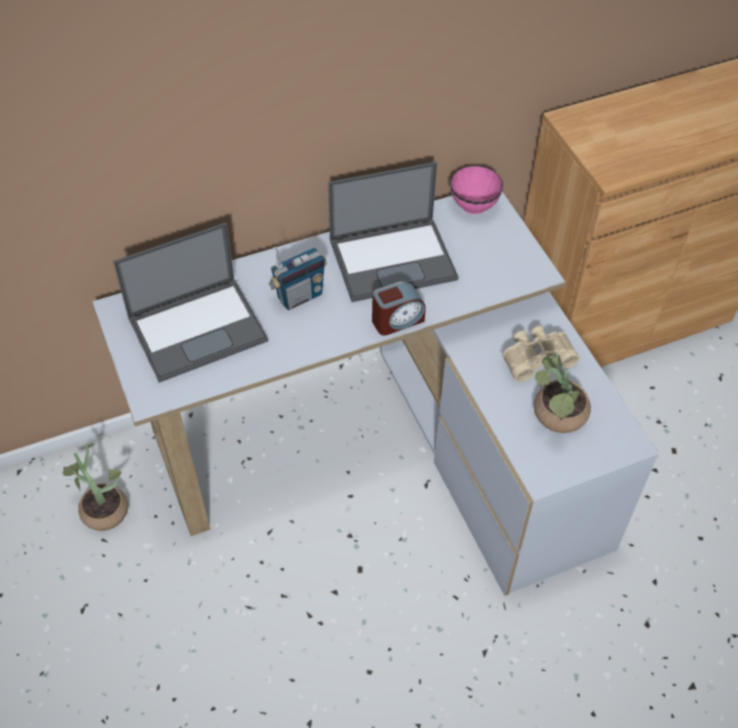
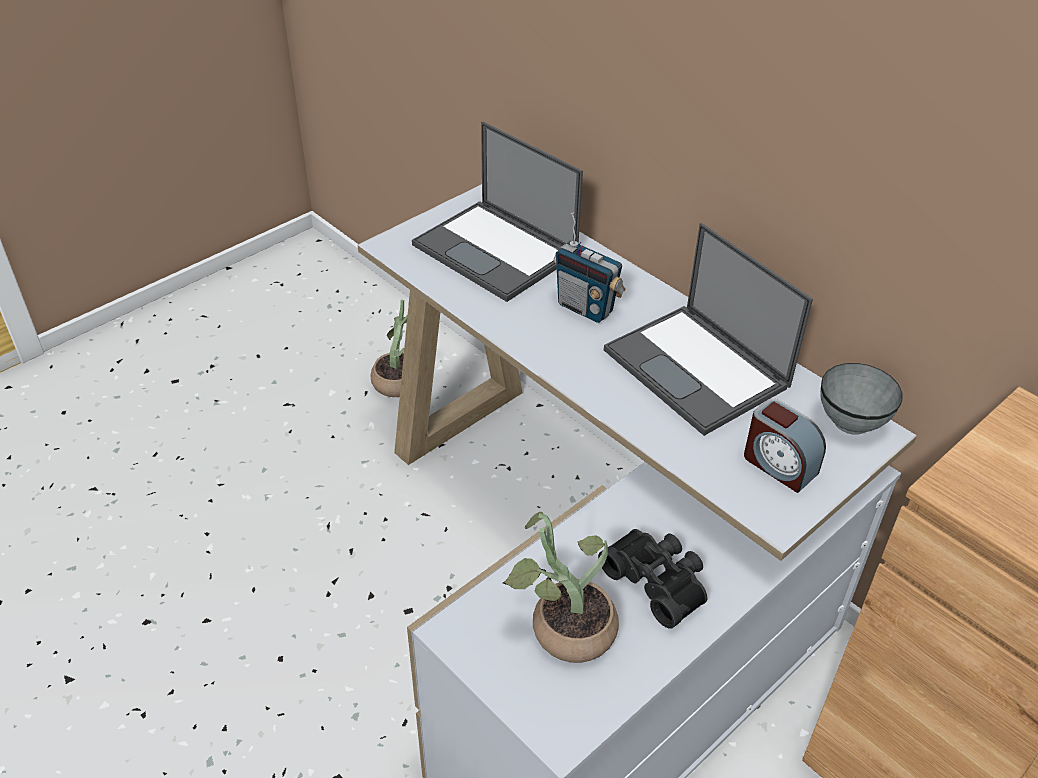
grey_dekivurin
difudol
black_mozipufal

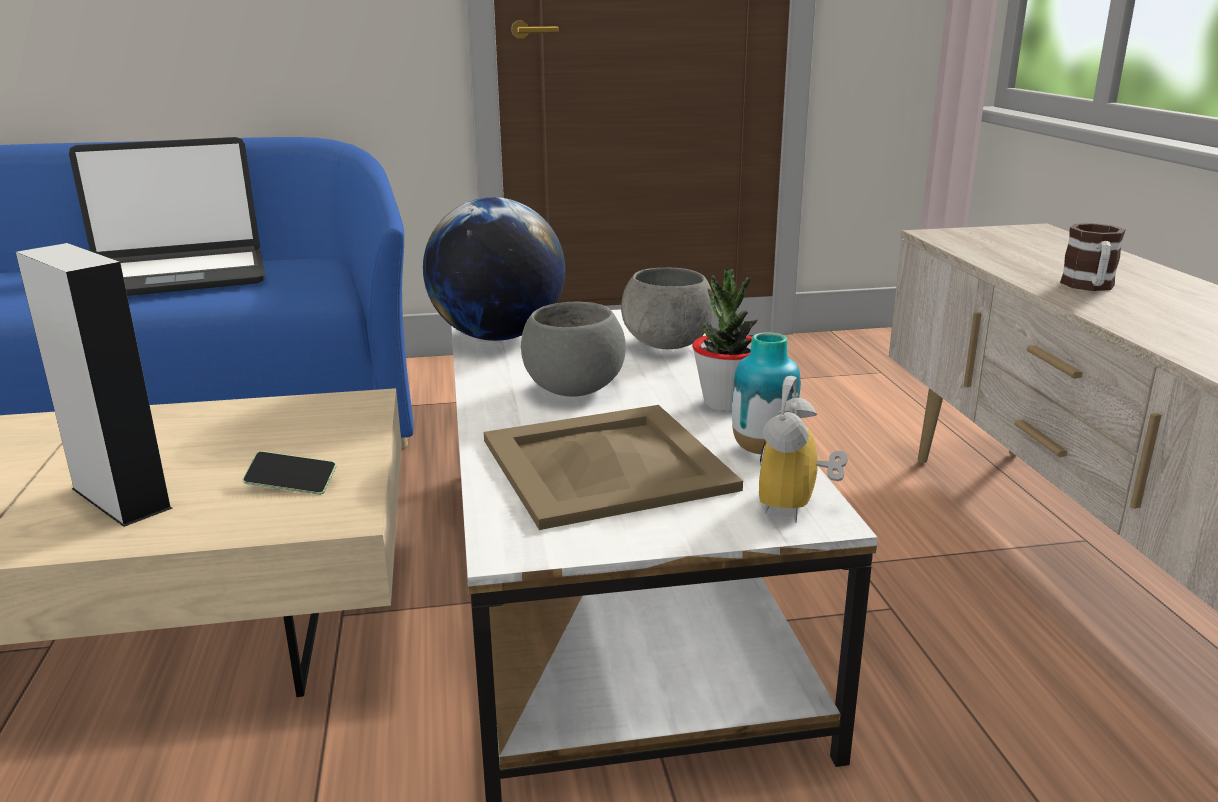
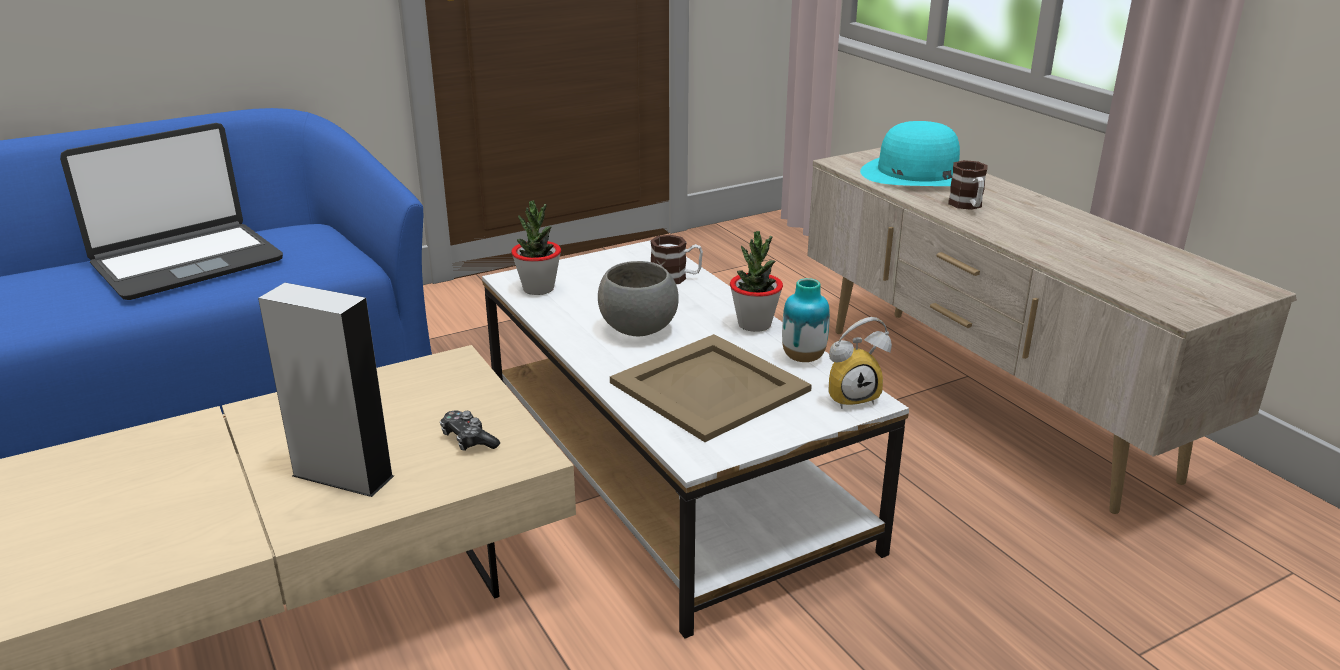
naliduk (1st from left)
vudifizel (1st from left)
difudol
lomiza
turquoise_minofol

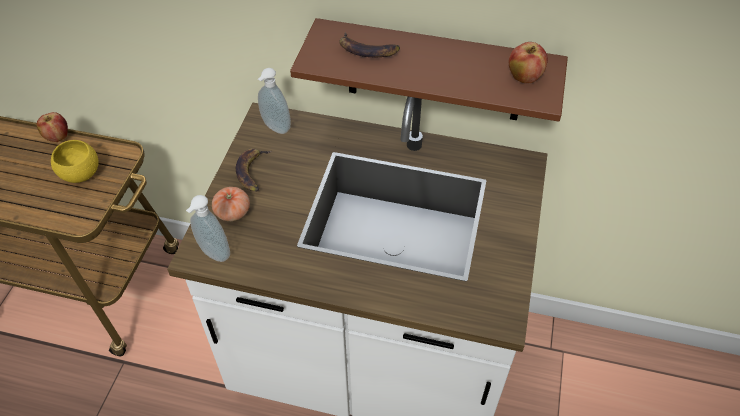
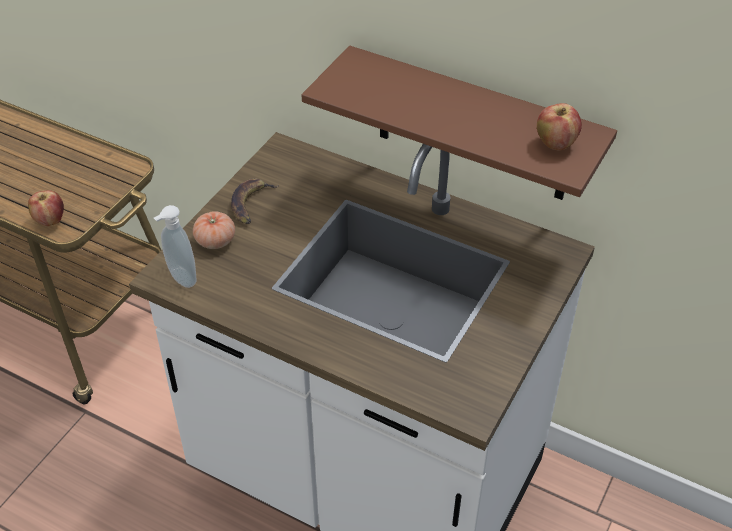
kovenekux (2nd from left in the first image)
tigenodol (2nd from left in the first image)
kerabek (1st from left)
yellow_dekivurin

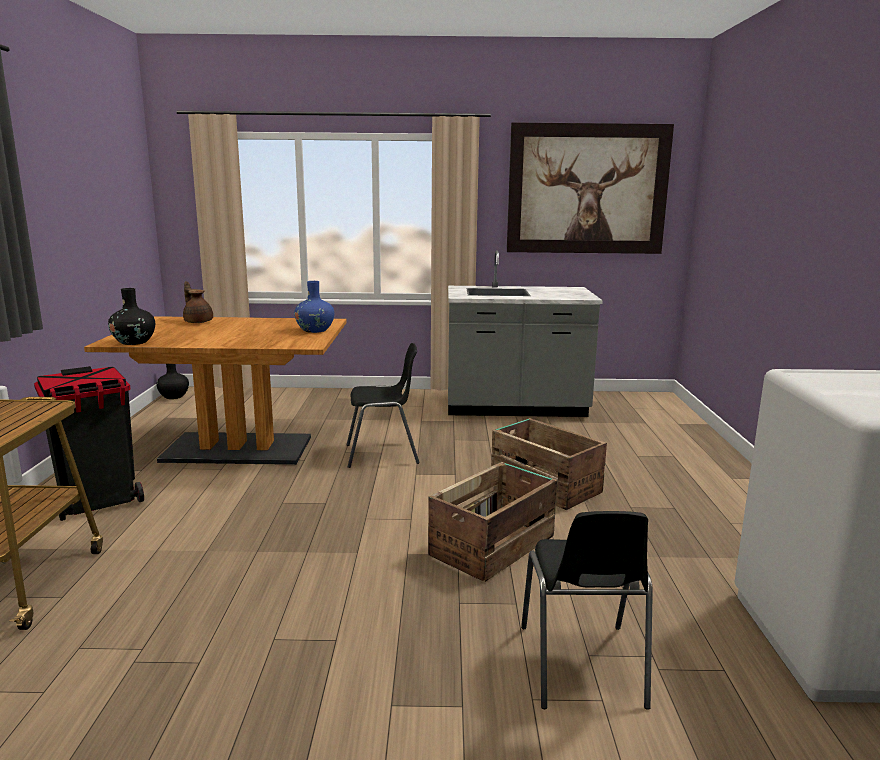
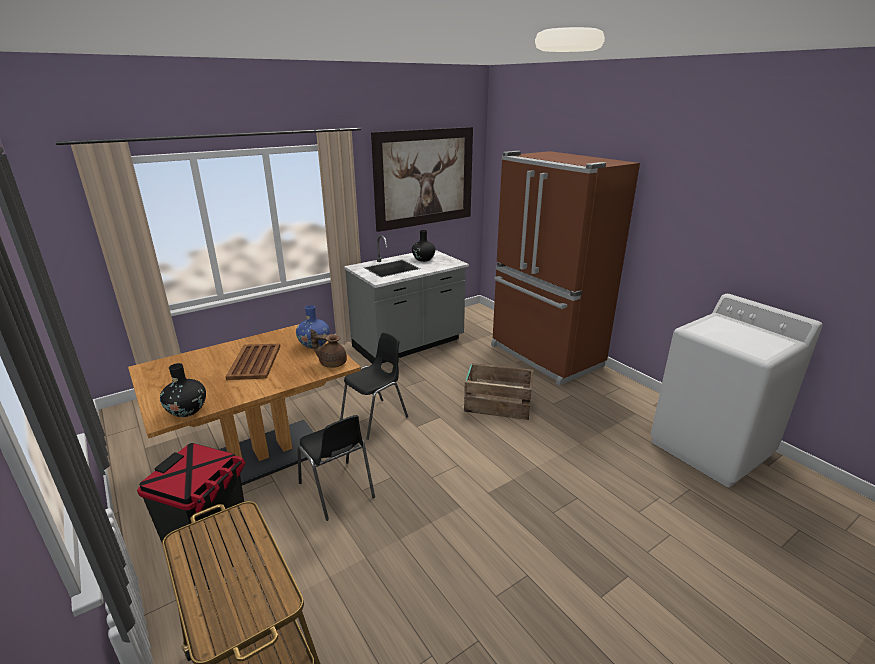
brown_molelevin
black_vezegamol (2nd from left)
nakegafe (1st from left in the first image)
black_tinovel (1st from left)
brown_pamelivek
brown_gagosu

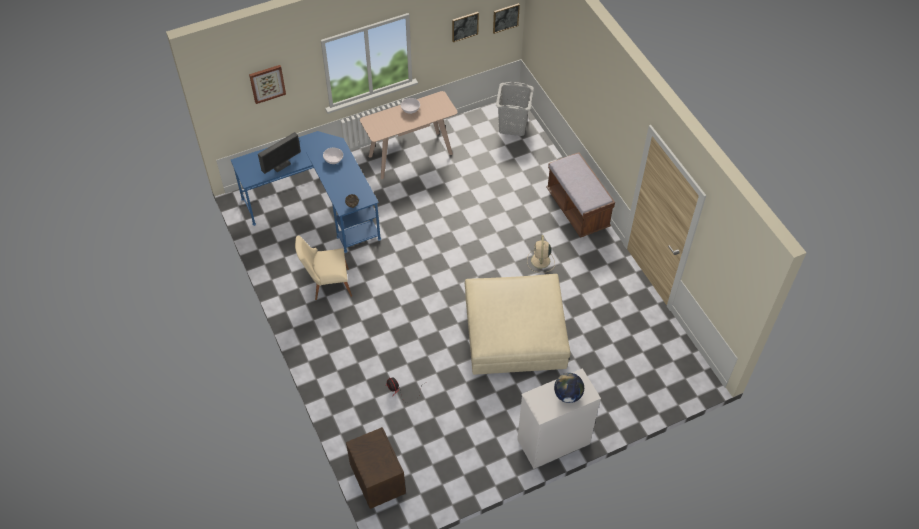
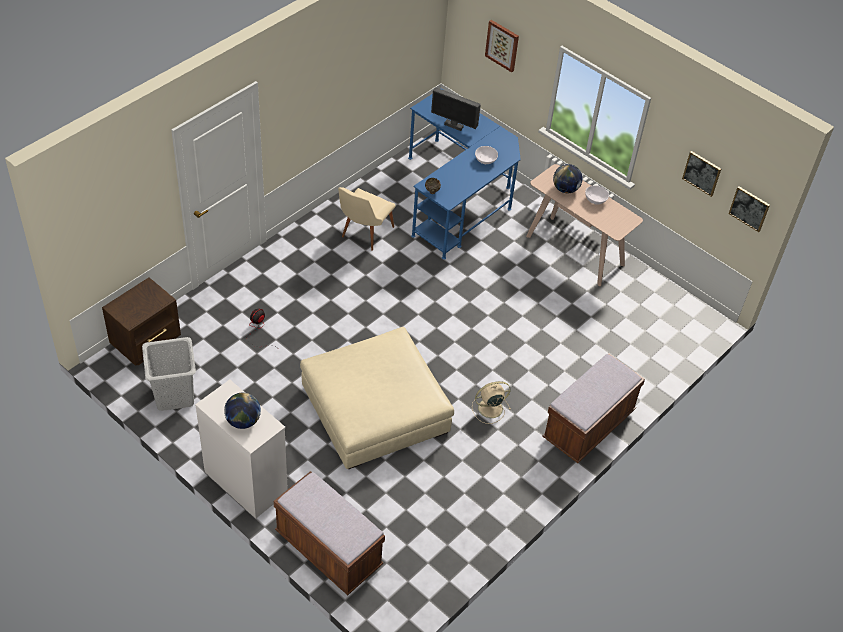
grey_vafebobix
beige_tinovel
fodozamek (2nd from left)
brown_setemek (1st from left)

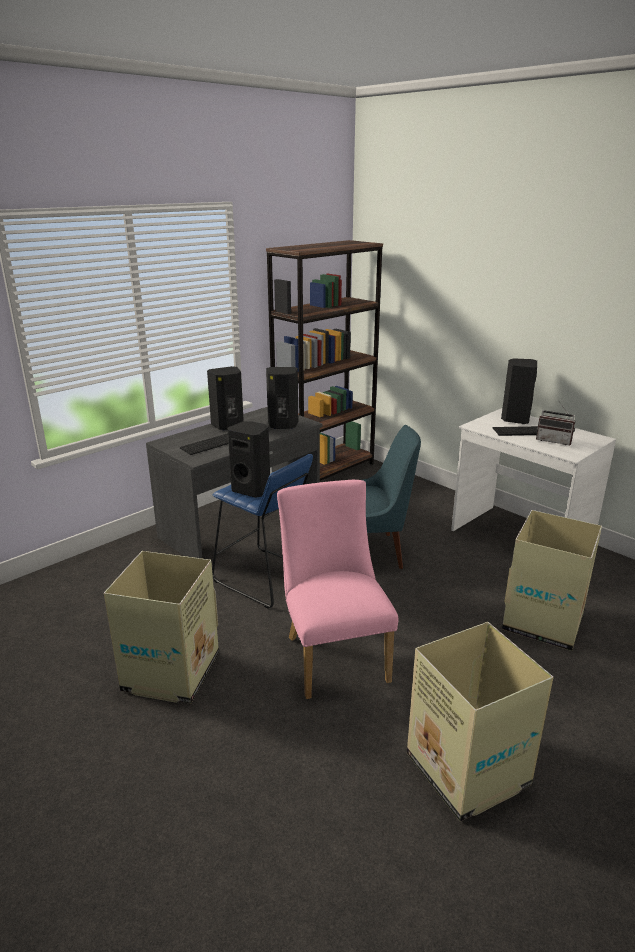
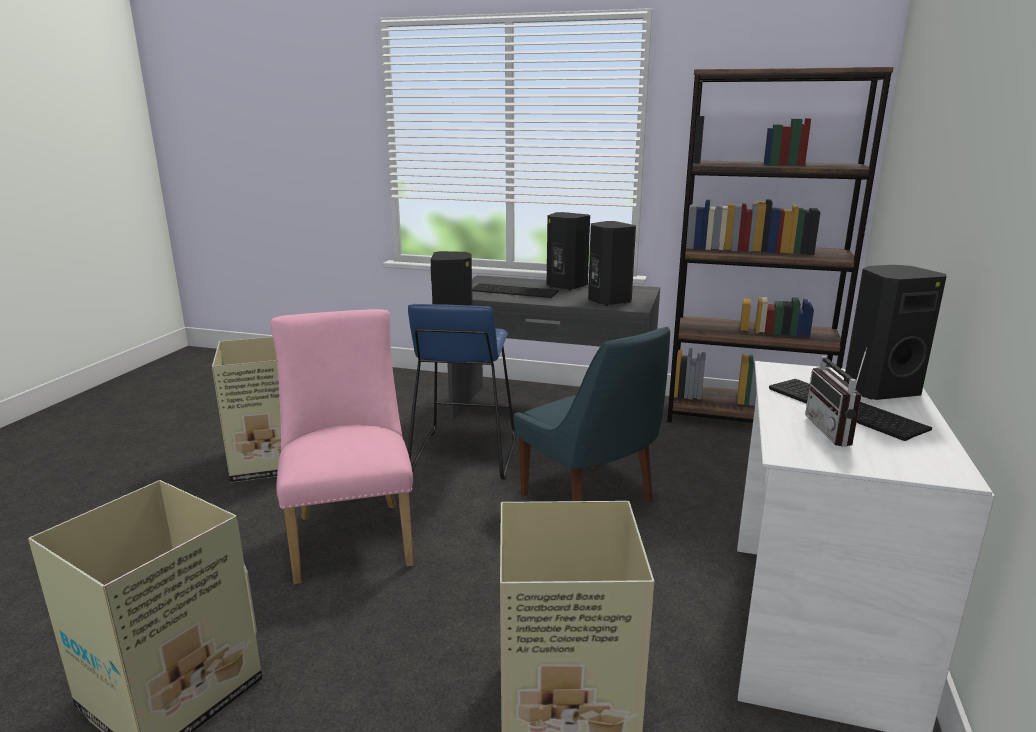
pink_tinovel

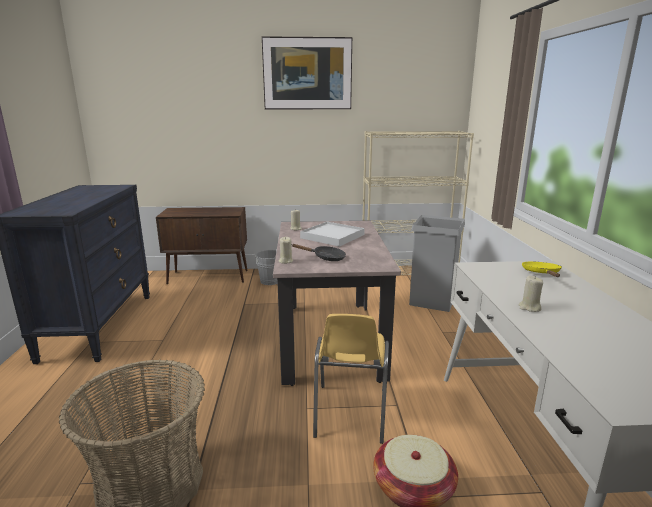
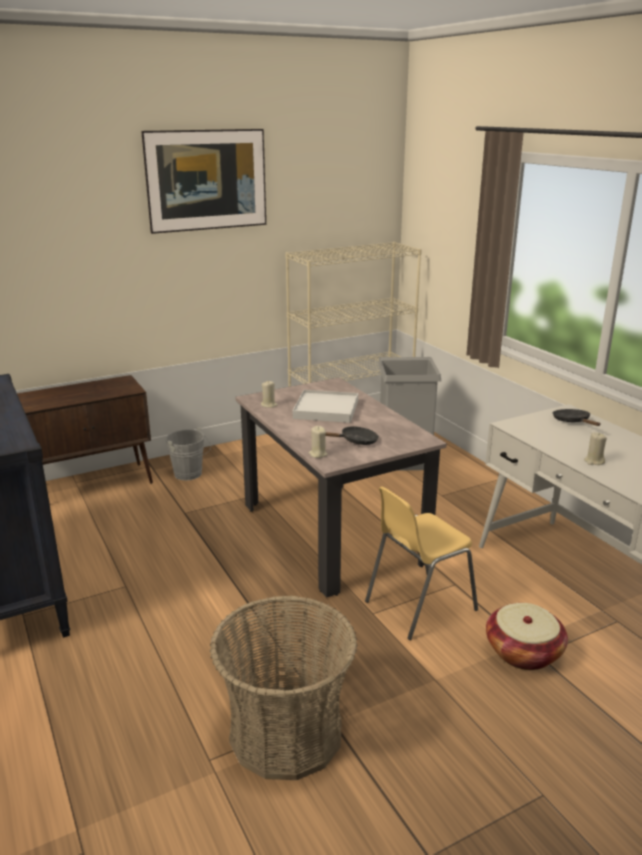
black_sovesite (2nd from left)
yellow_tinovel

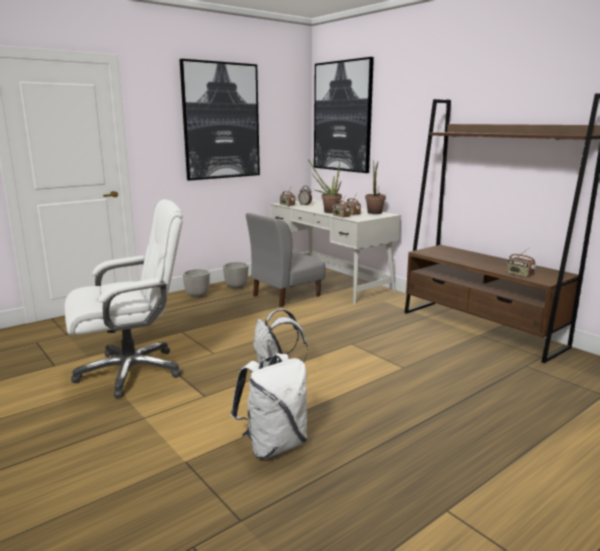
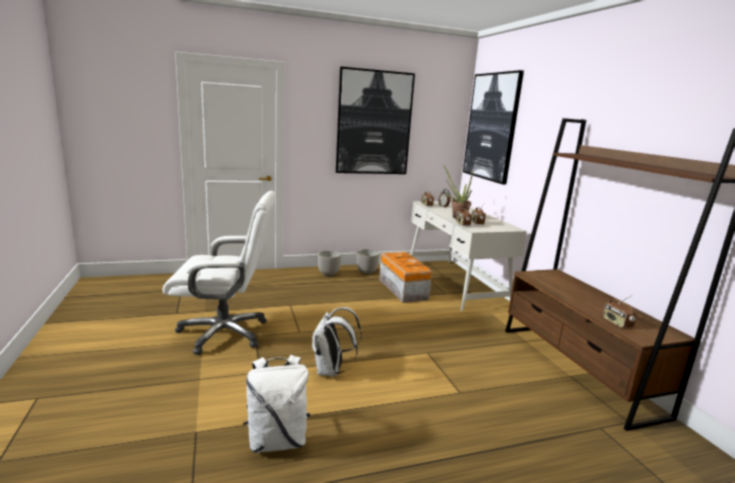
naliduk (2nd from left in the first image)
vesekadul

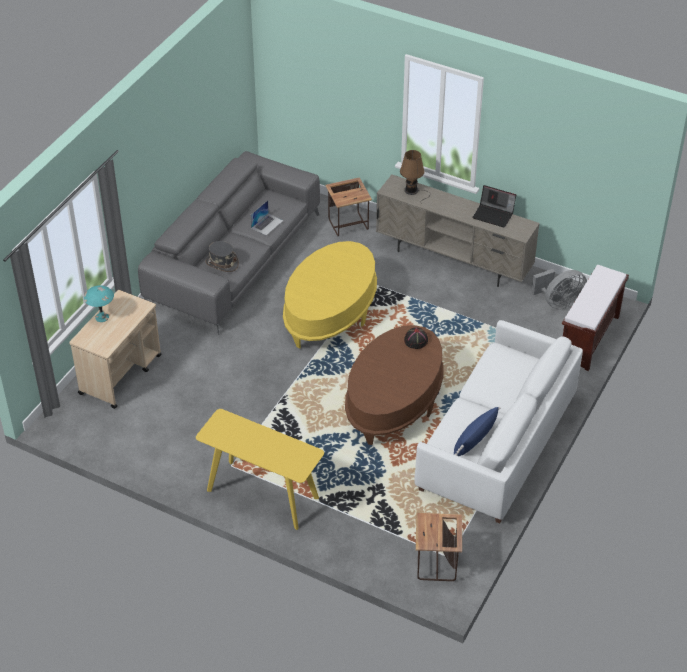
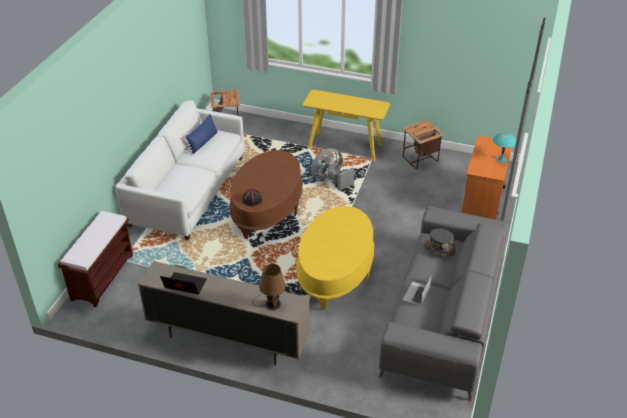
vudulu (2nd from left)
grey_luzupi
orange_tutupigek

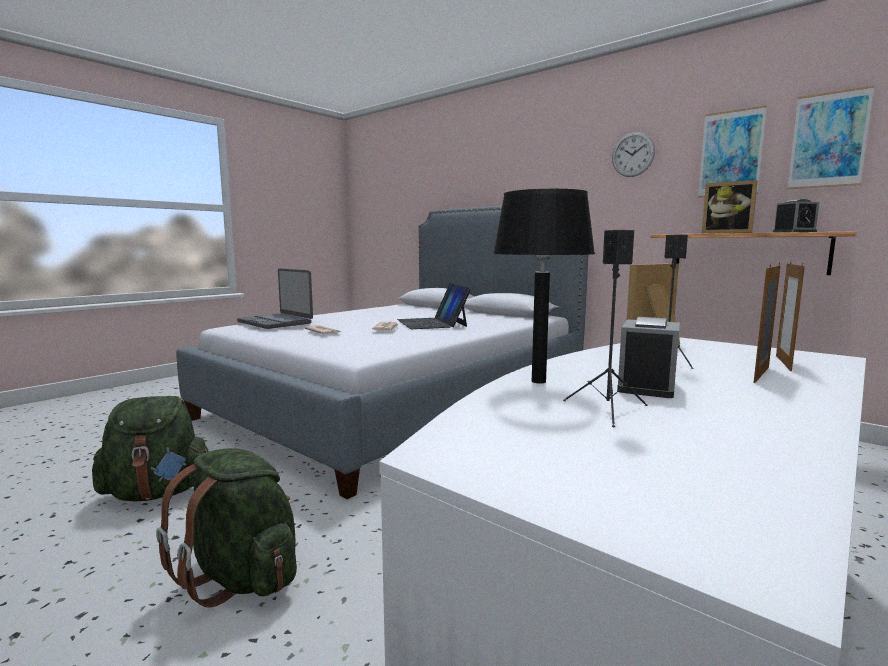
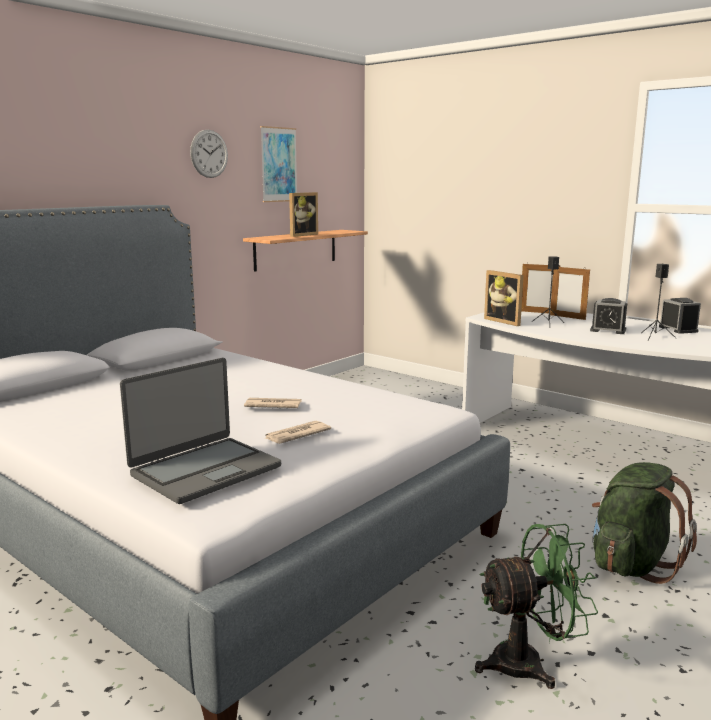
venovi (2nd from left in the first image)
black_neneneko
difudol (2nd from left)
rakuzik (2nd from left in the first image)
green_luzupi

